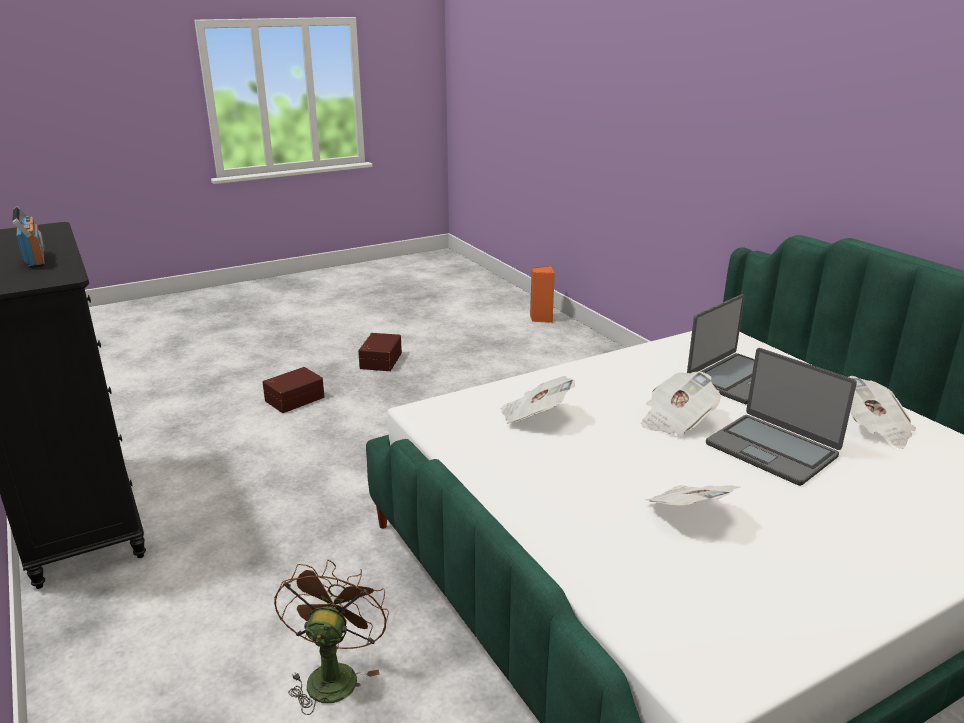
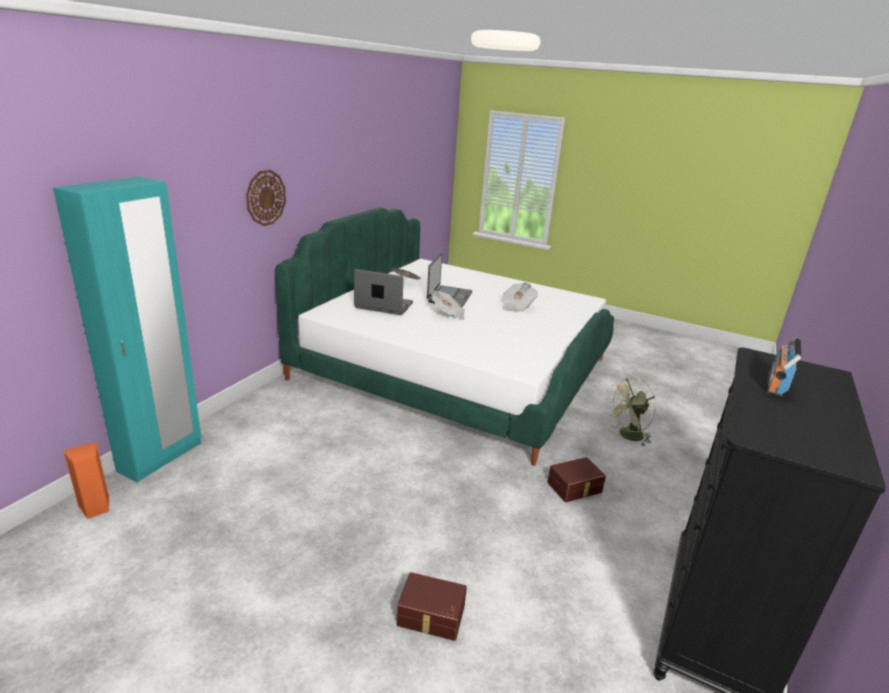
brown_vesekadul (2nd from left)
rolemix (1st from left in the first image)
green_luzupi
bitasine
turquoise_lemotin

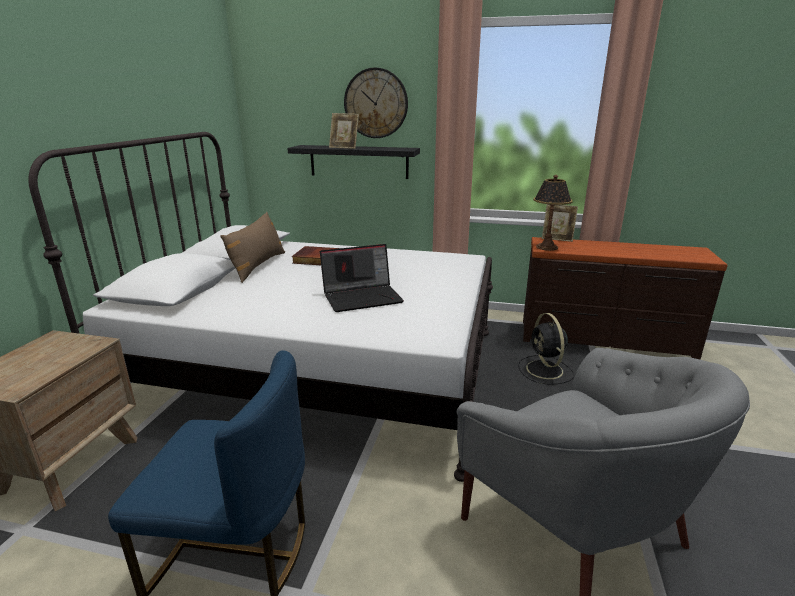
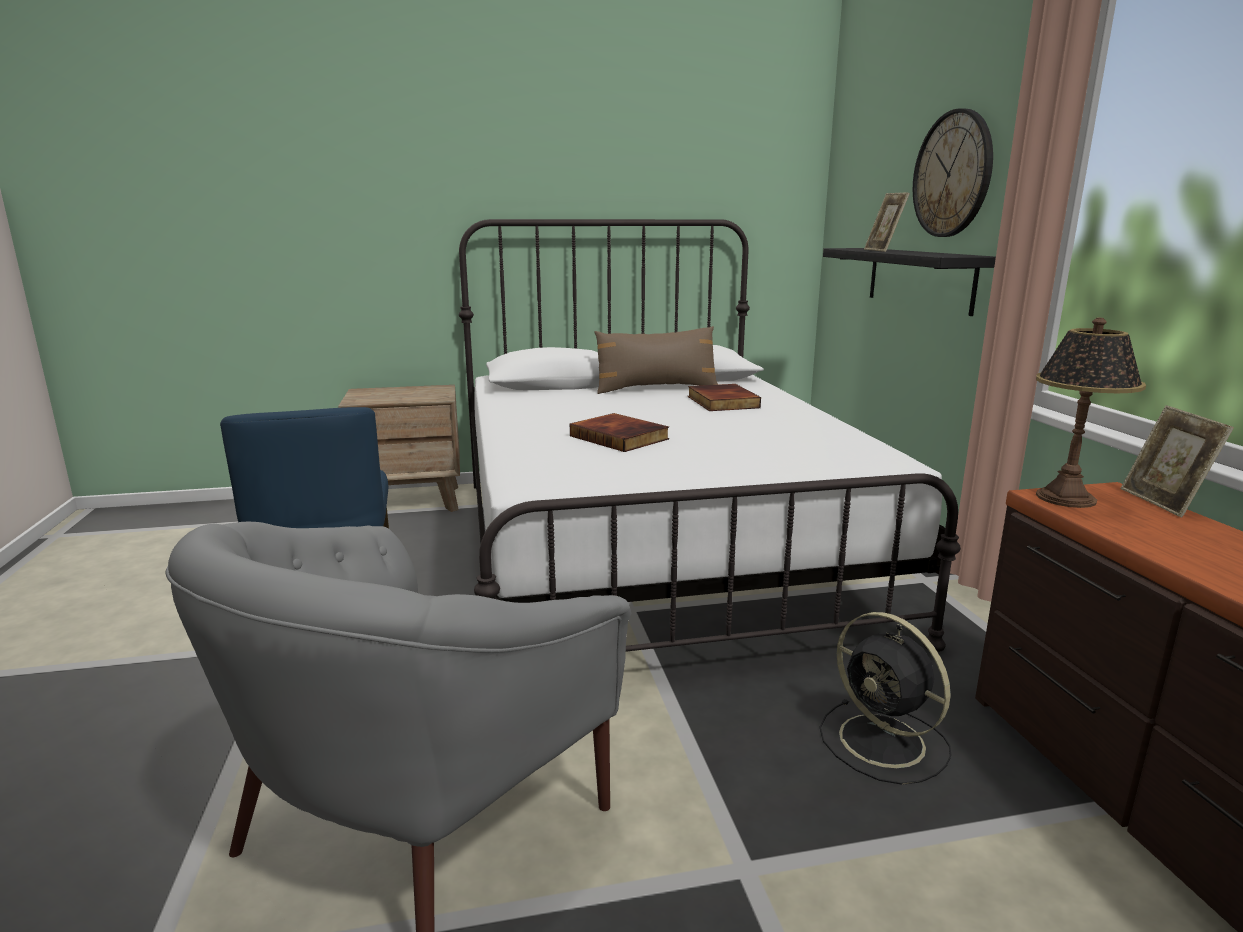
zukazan (1st from left)
black_luzupi

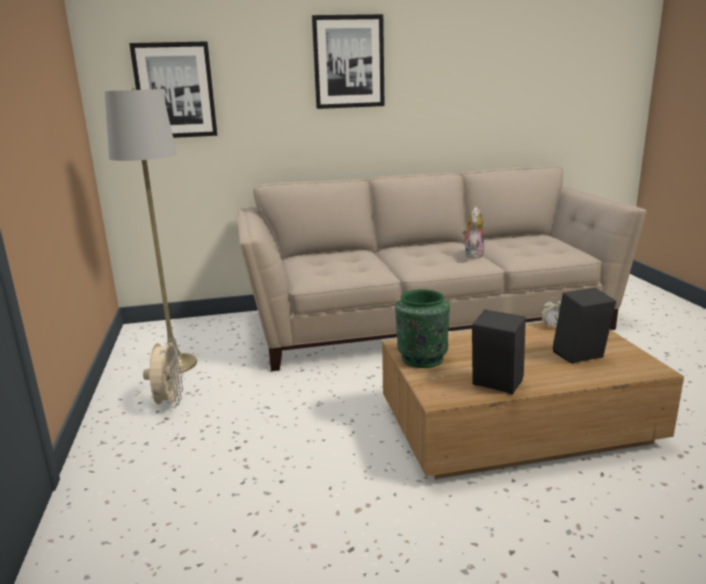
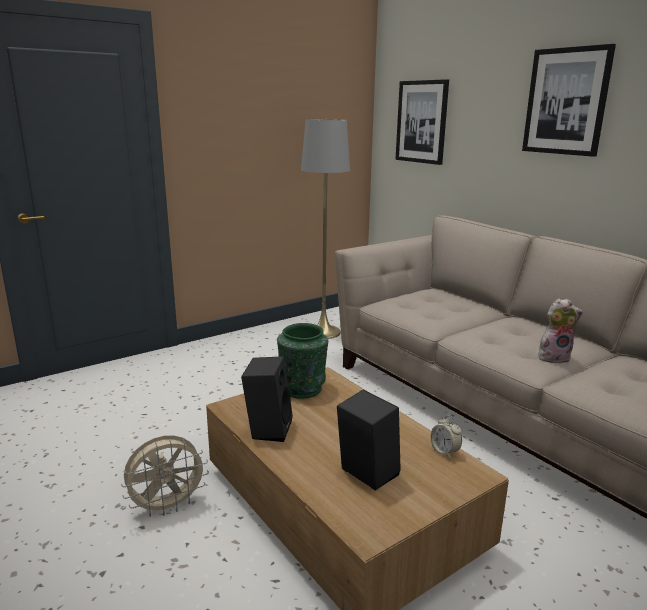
beige_luzupi

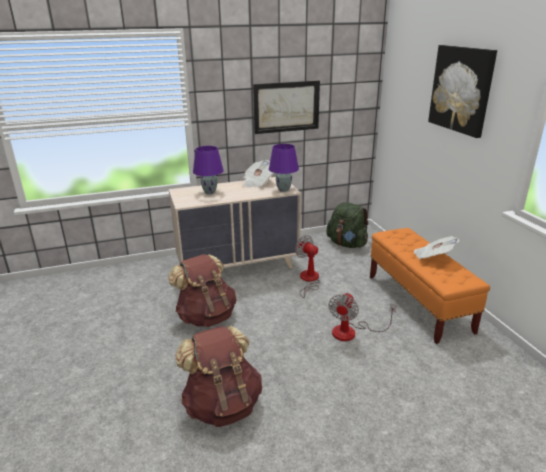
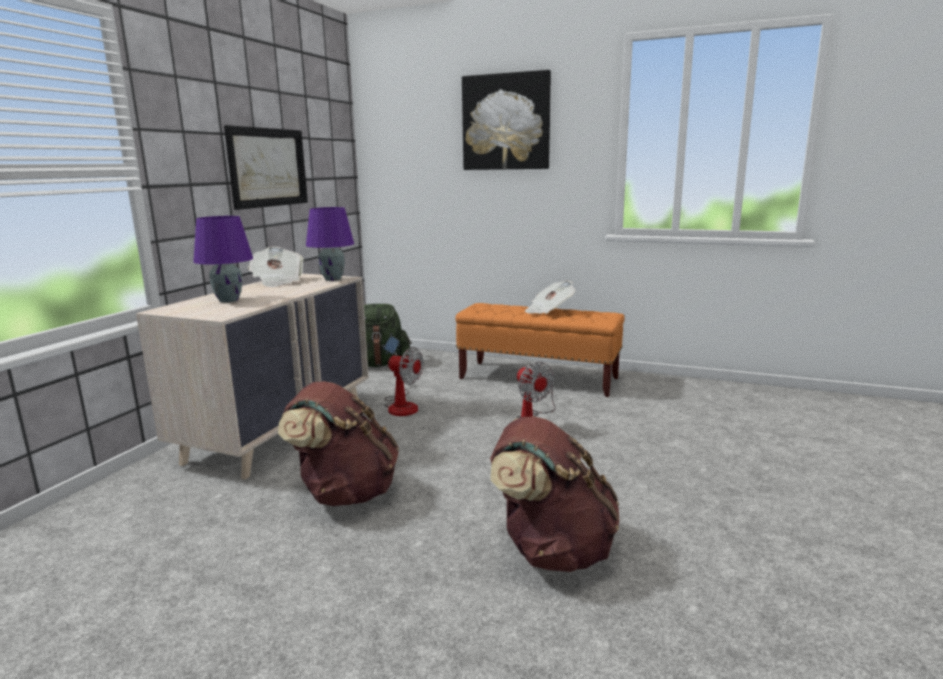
luzupi (1st from left)

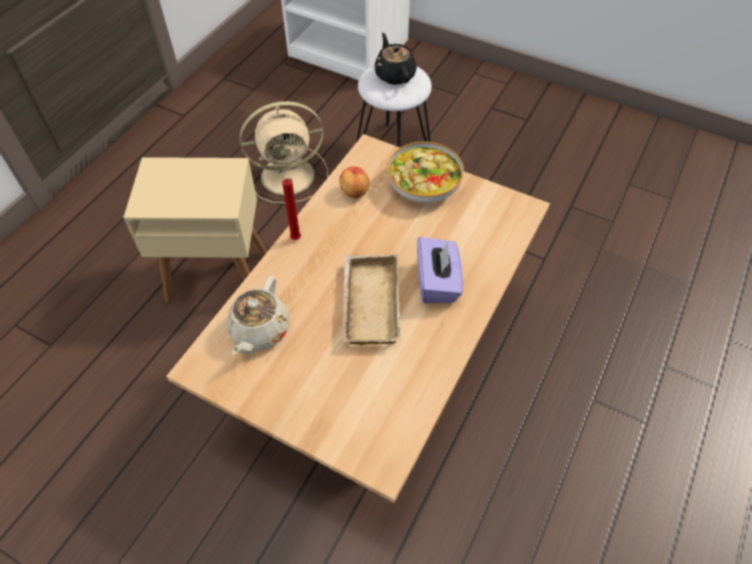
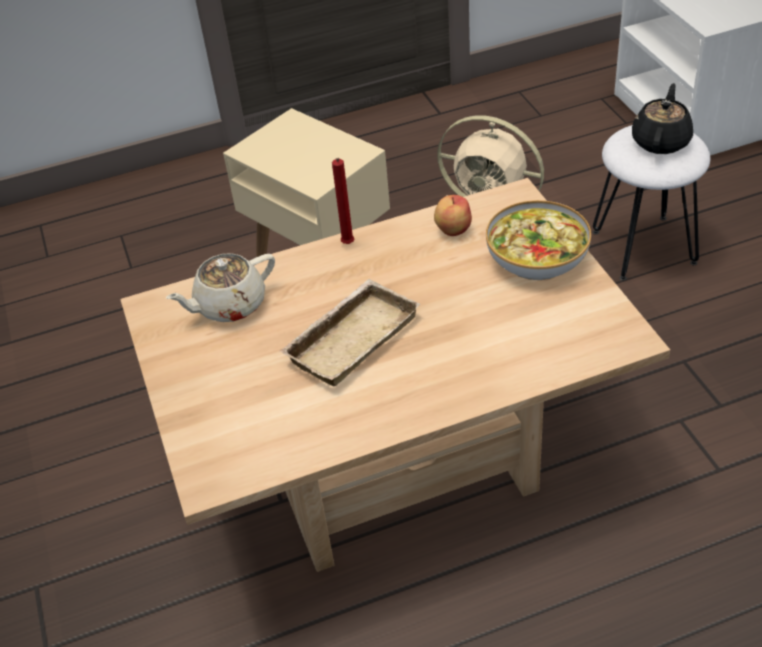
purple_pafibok

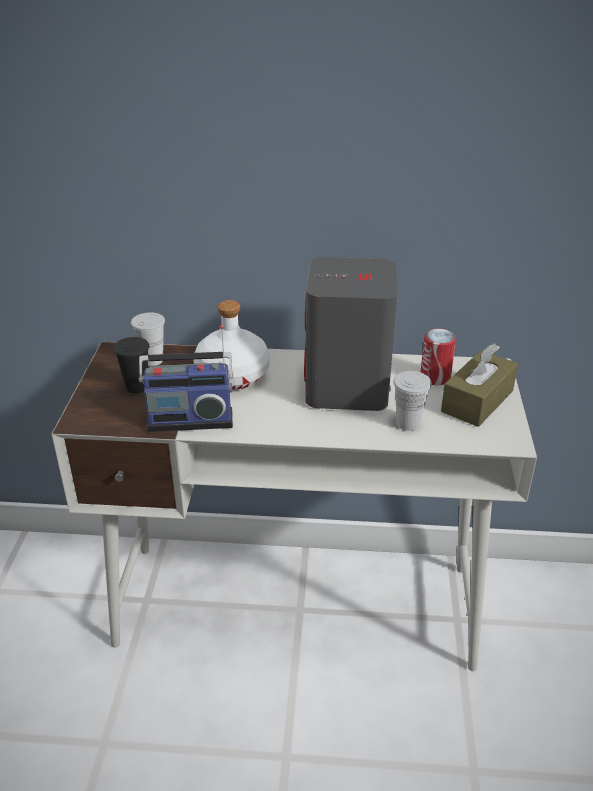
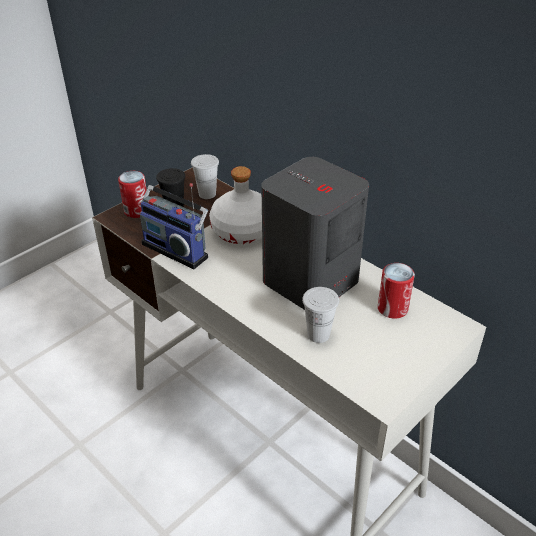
brown_pafibok
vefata (1st from left)

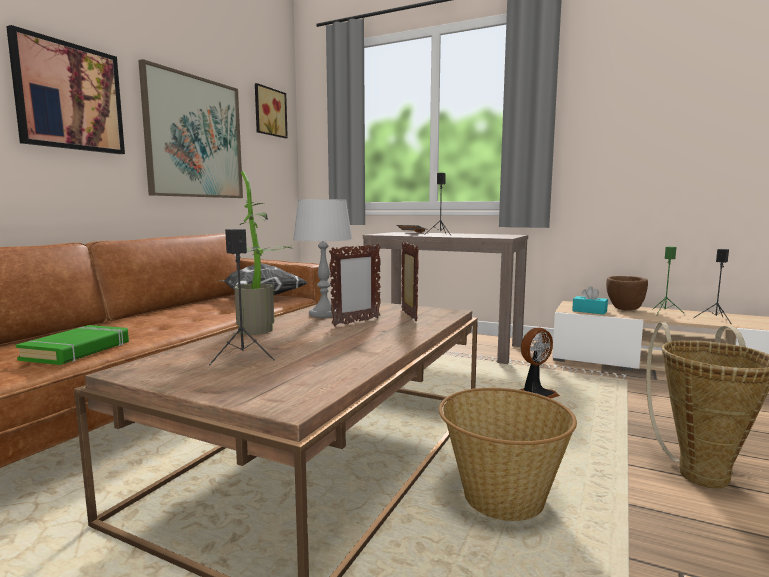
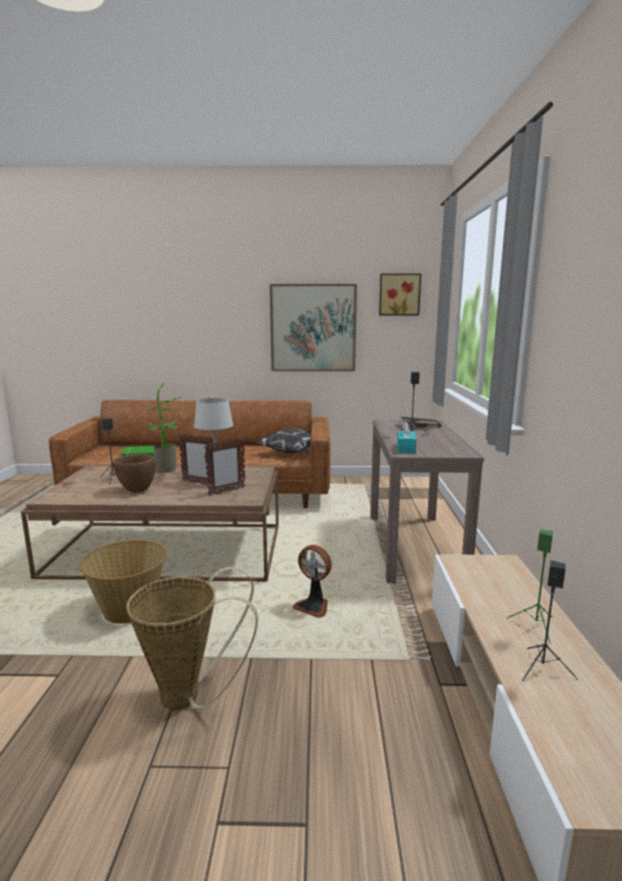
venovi (1st from left in the first image)
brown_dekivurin
turquoise_pafibok

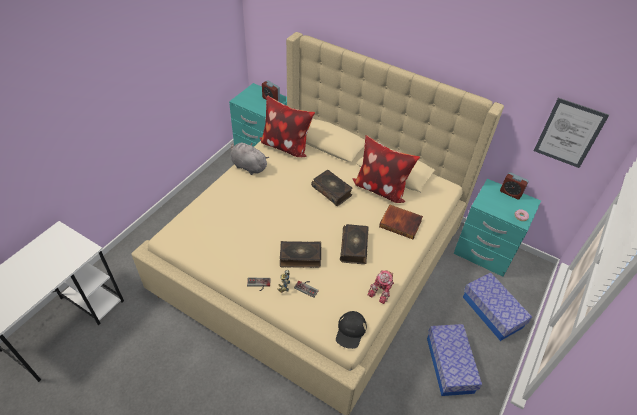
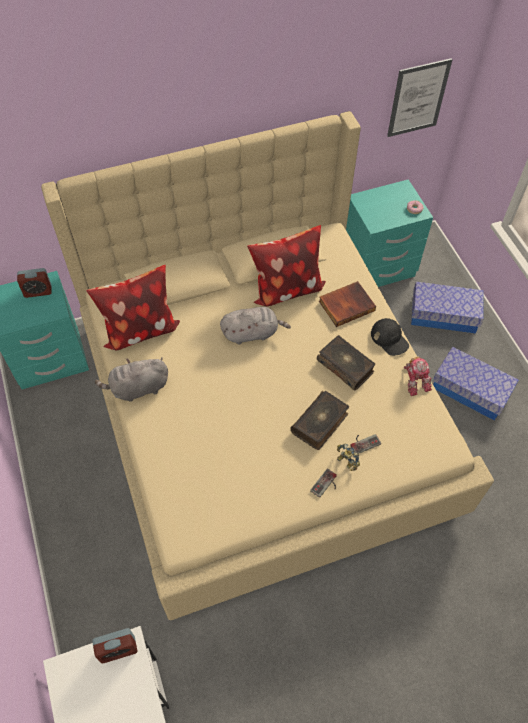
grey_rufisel (2nd from left)
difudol (2nd from left)
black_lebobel

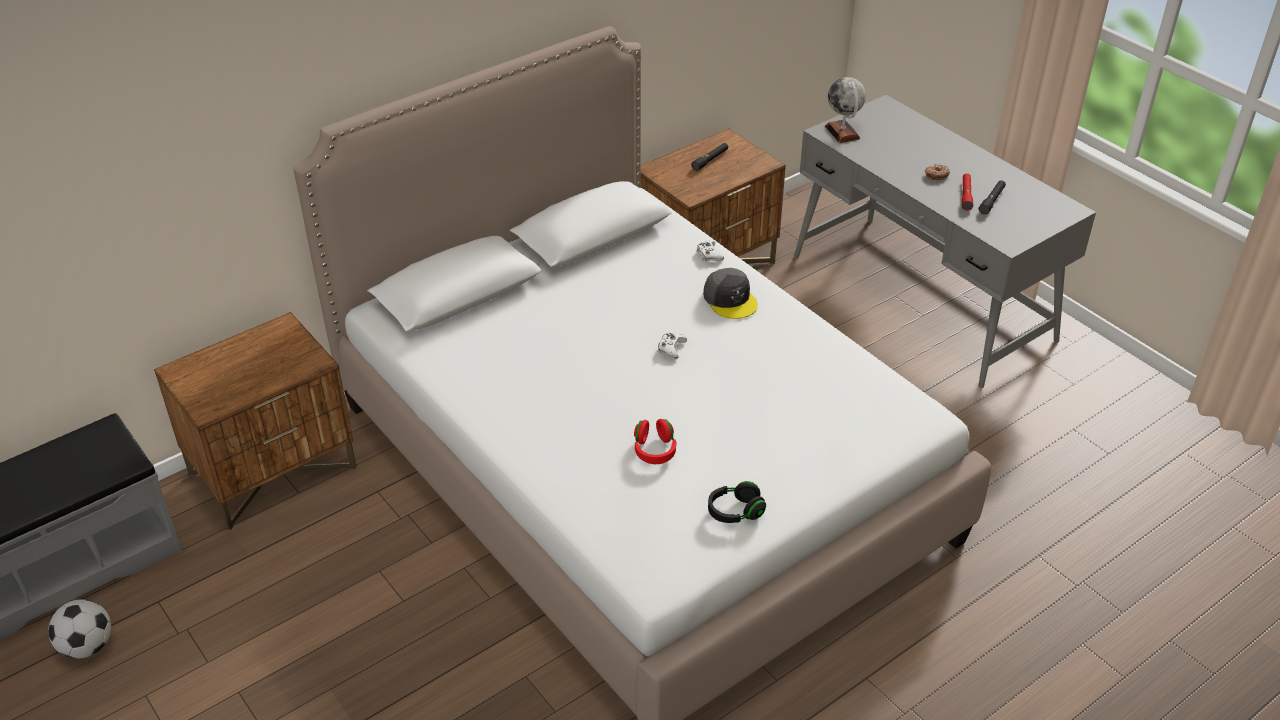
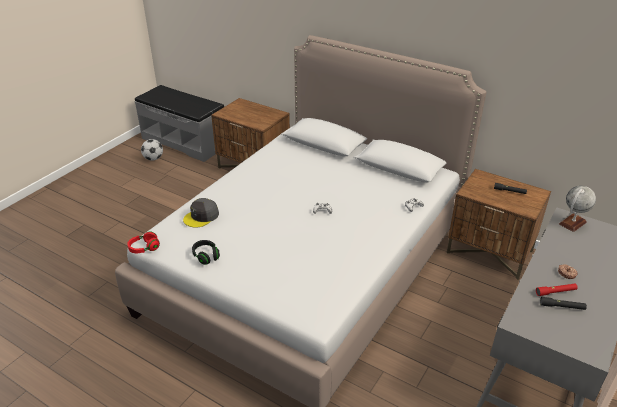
grey_lebobel
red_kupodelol

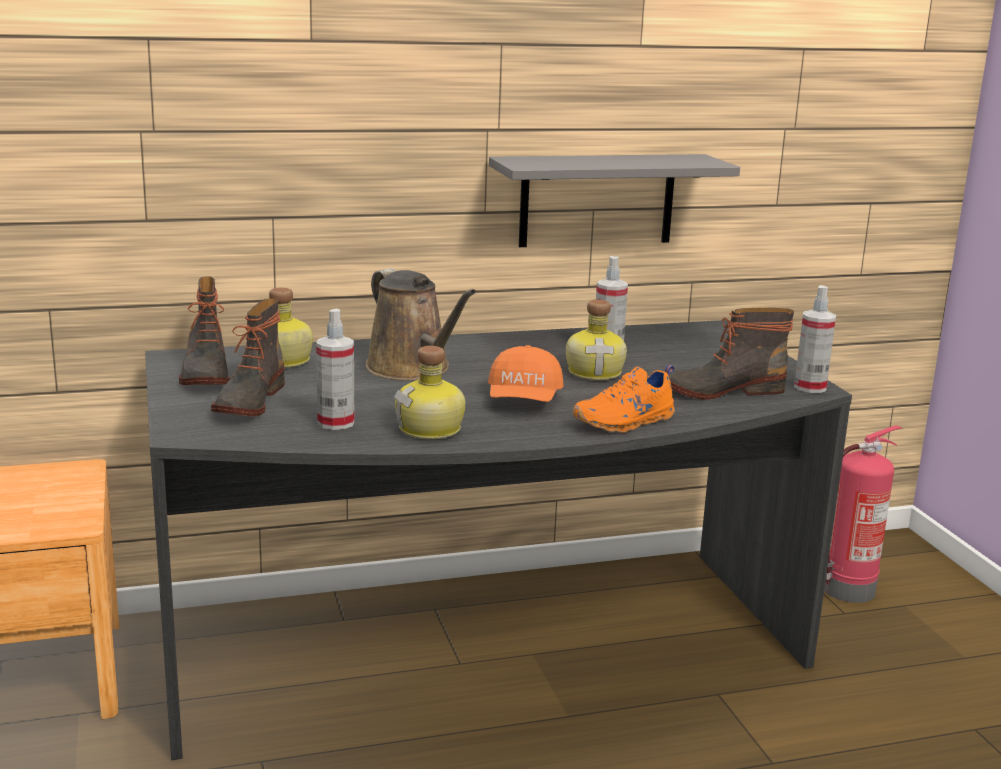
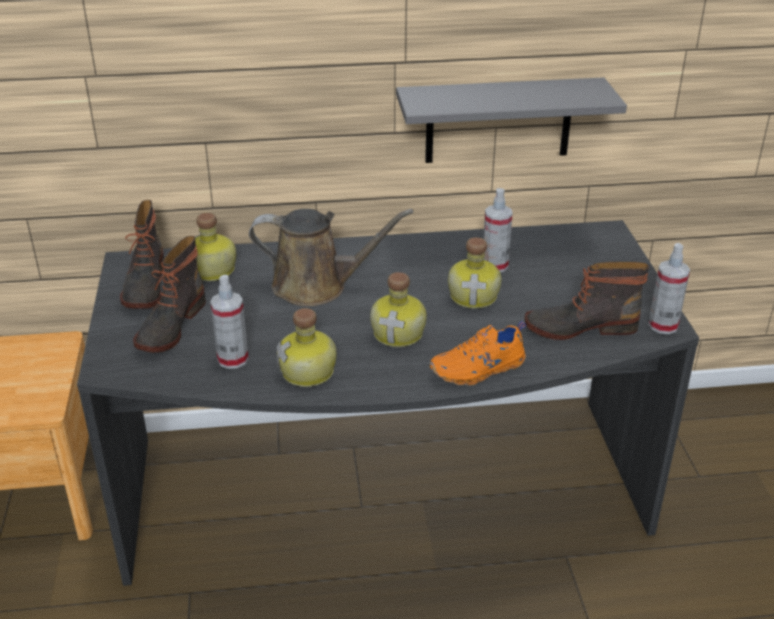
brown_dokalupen
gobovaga (3rd from left)
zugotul

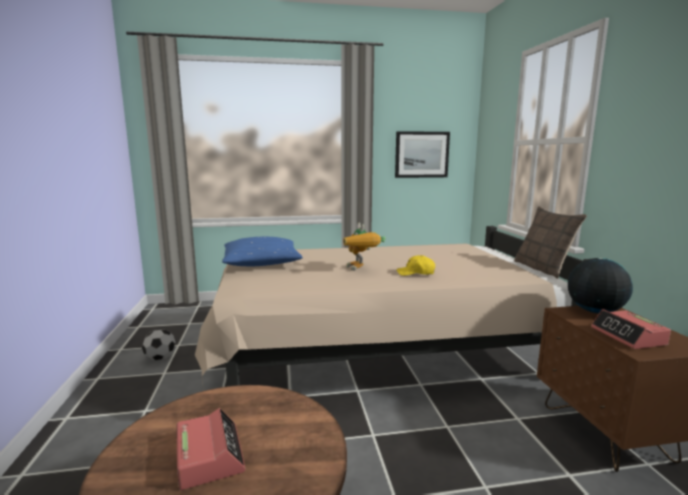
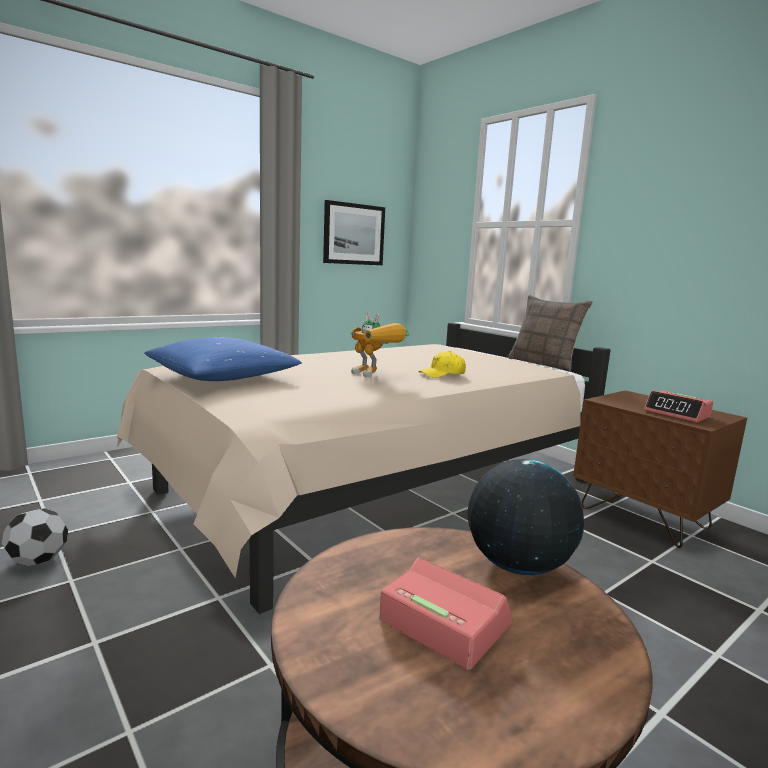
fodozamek

